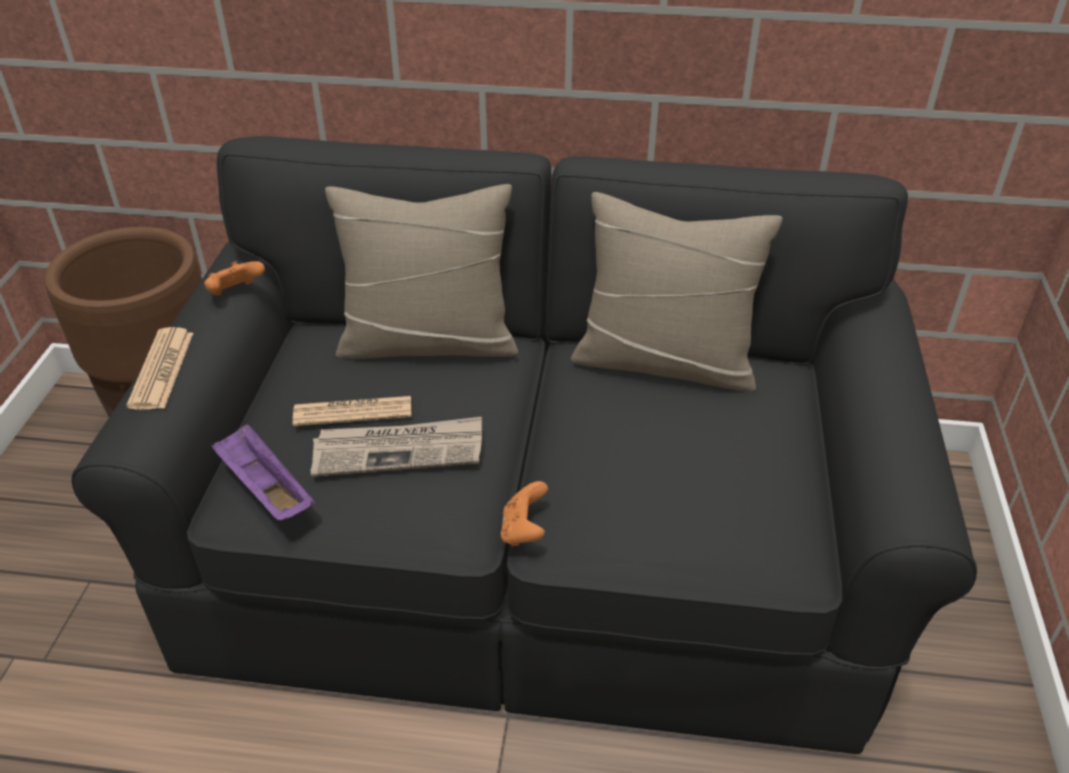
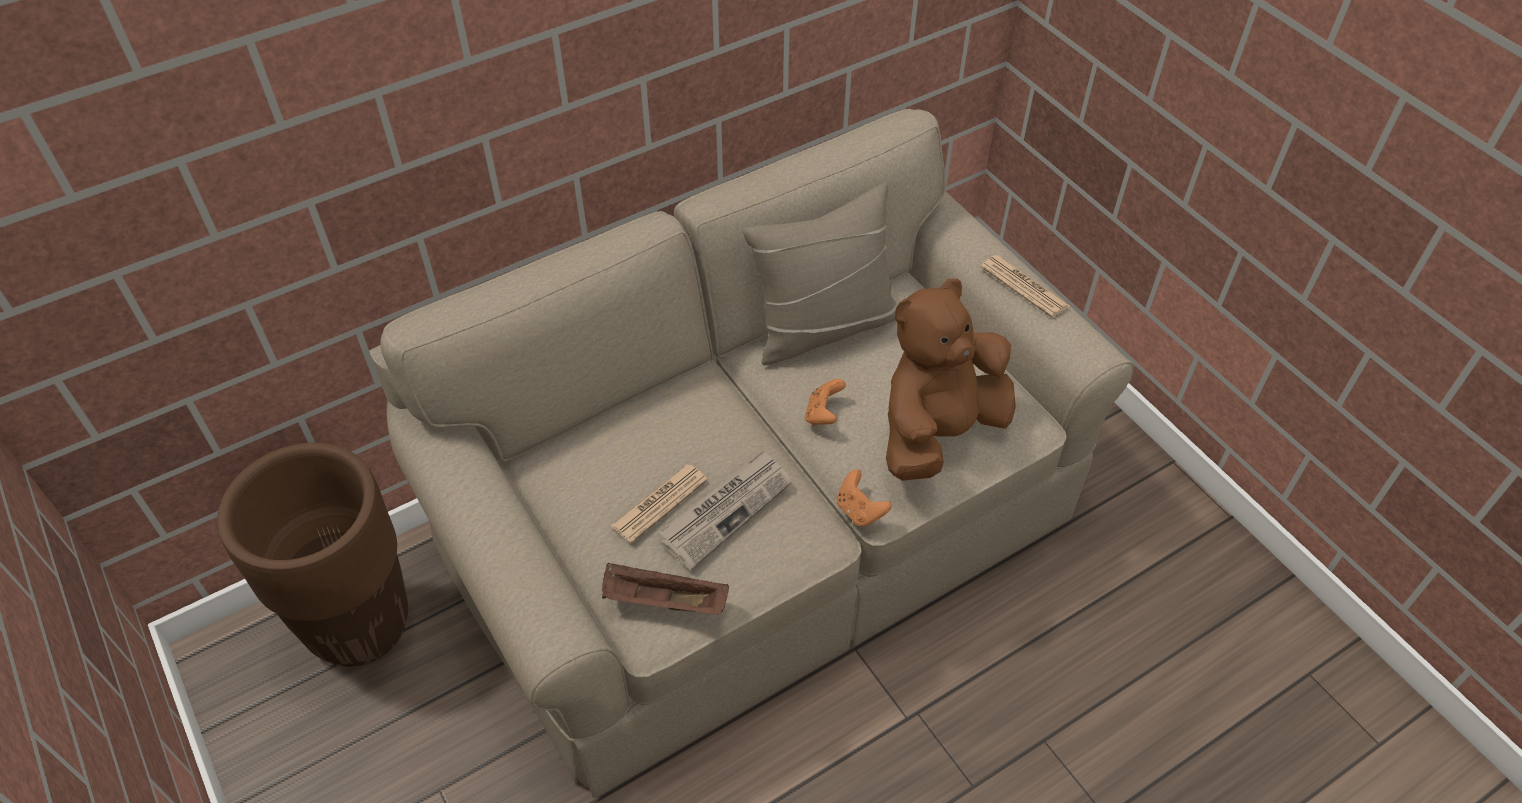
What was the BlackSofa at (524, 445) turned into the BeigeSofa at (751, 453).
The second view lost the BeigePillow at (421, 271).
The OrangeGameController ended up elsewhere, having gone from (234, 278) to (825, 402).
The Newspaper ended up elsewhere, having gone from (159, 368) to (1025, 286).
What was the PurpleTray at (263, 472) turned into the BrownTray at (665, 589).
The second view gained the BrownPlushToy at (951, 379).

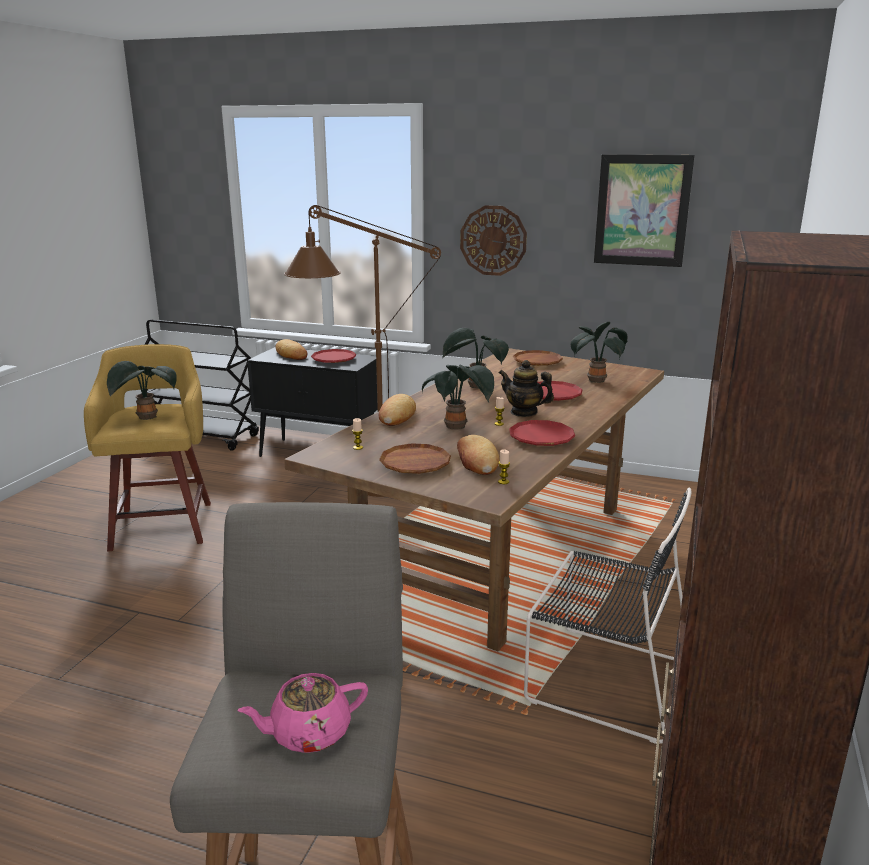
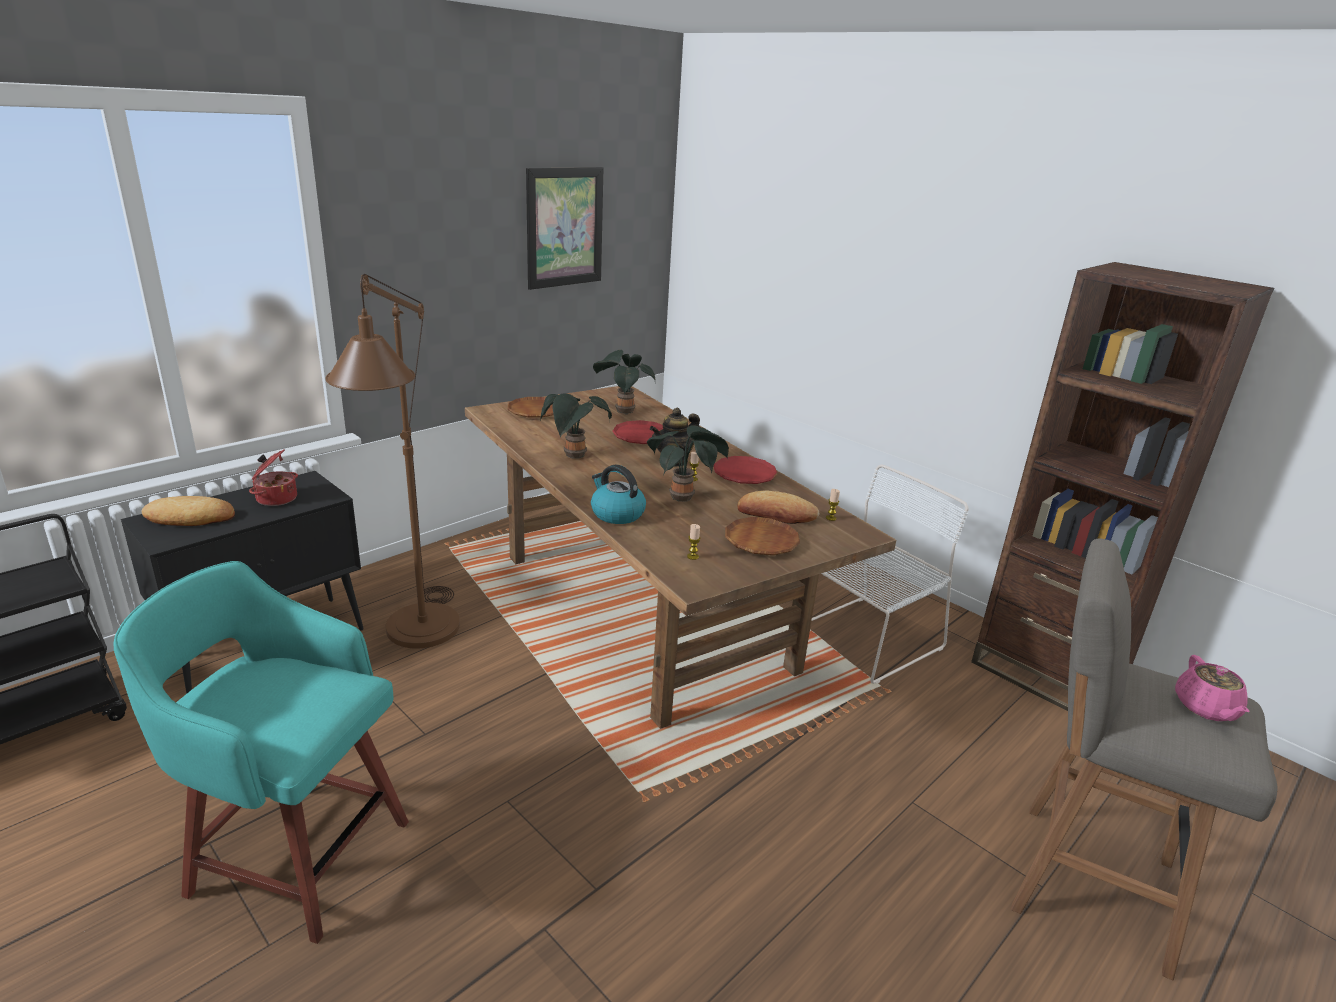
The second view lost the WallClock at (493, 240).
What was the YellowStool at (147, 447) turned into the TurquoiseStool at (261, 752).
Where the RedPlate stood at (333, 356), the CookingPot came to stand at (273, 477).
The second view lost the PottedPlant at (142, 390).
Where the Bread stood at (397, 410), the Kettle came to stand at (618, 494).
What was the BlackChair at (608, 616) turned into the WhiteChair at (890, 574).

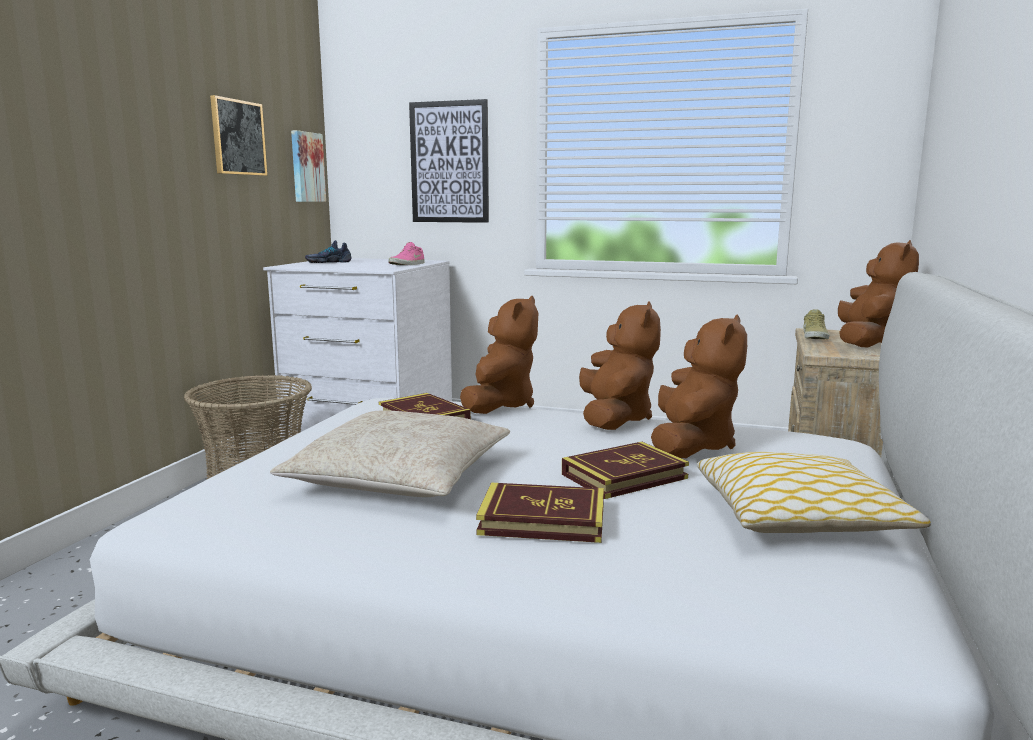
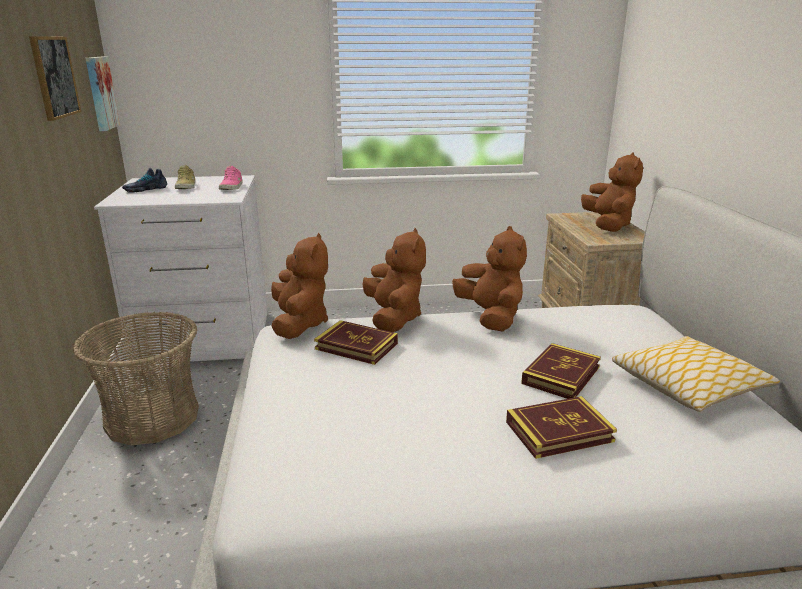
The second view lost the Picture at (449, 161).
The BeigeShoe ended up elsewhere, having gone from (817, 324) to (185, 177).
The BrownPlushToy ended up elsewhere, having gone from (699, 386) to (299, 286).
The second view lost the BeigePillow at (390, 453).

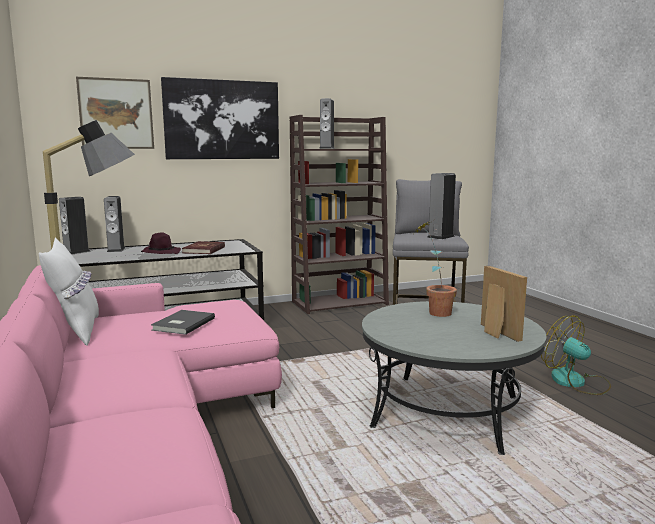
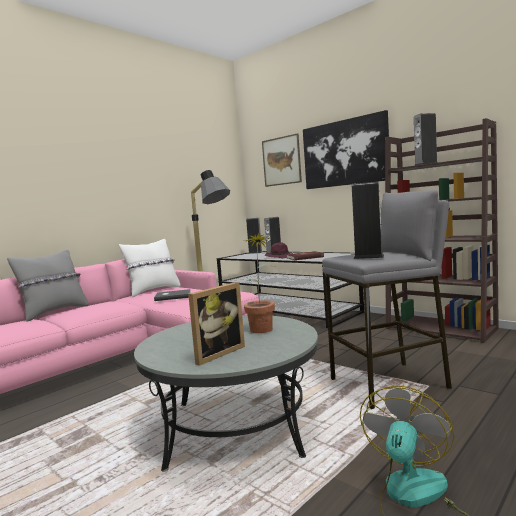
The second view gained the GreyPillow at (47, 286).

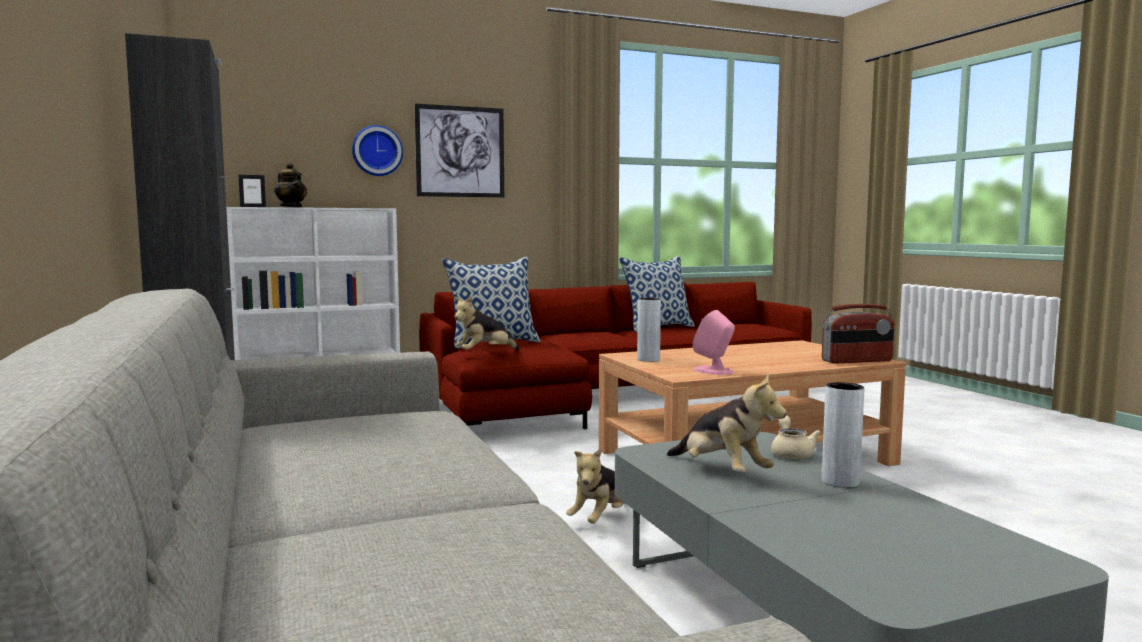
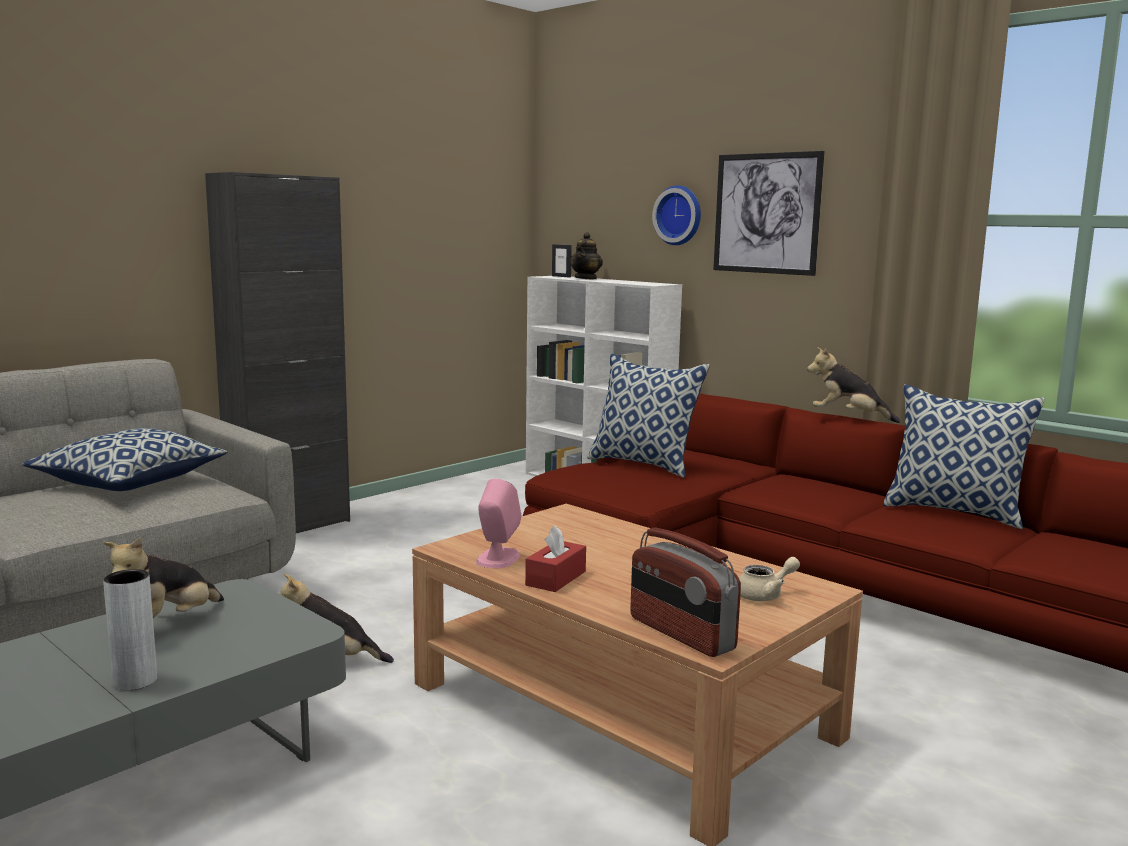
The PlushToy ended up elsewhere, having gone from (487, 323) to (853, 385).
The second view lost the GreyVase at (649, 330).
The BeigeTeapot ended up elsewhere, having gone from (796, 437) to (769, 579).
The second view gained the Pillow at (124, 459).
The second view gained the RedTissueBox at (555, 558).

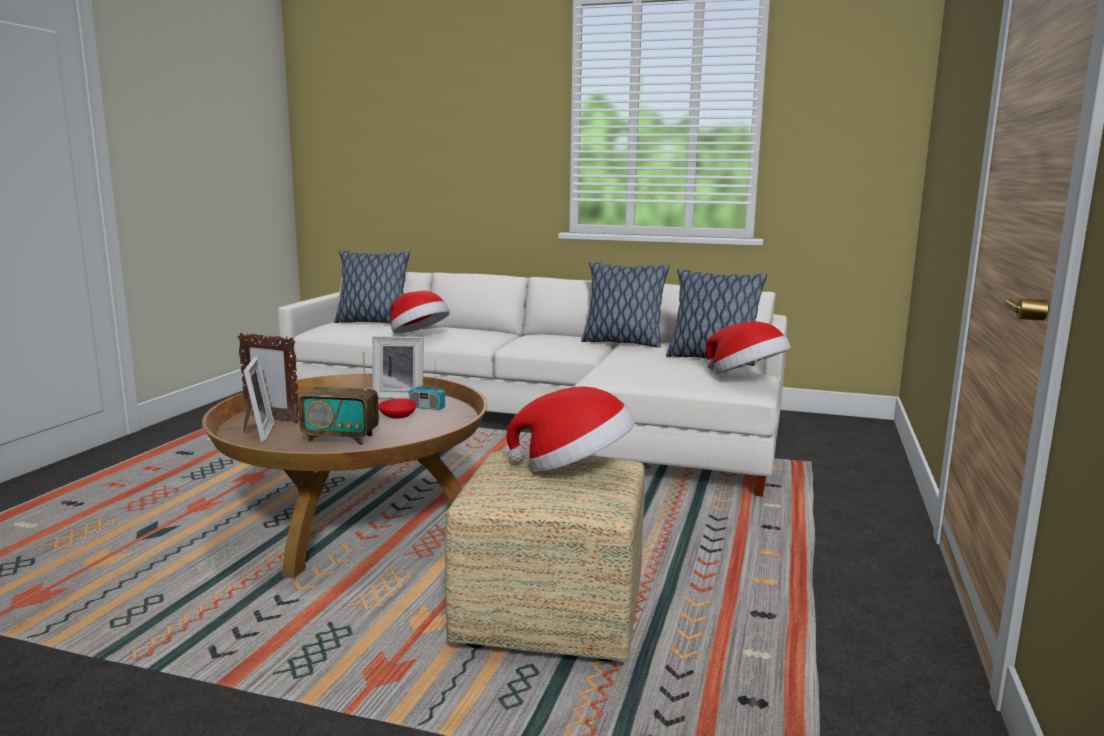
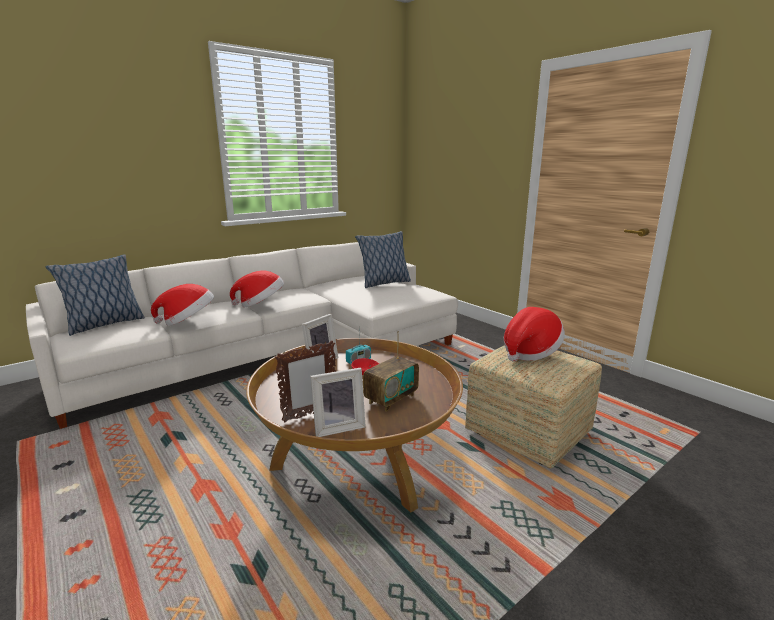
The second view lost the Pillow at (625, 305).
The Hat ended up elsewhere, having gone from (748, 347) to (257, 289).
The PictureFrame at (258, 399) ended up facing another way, 135 degrees clockwise from before.

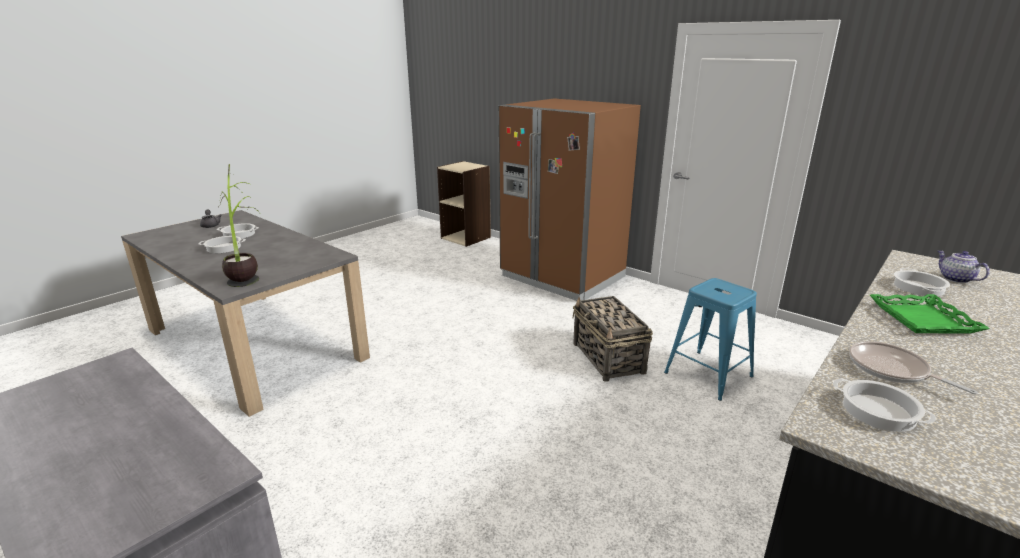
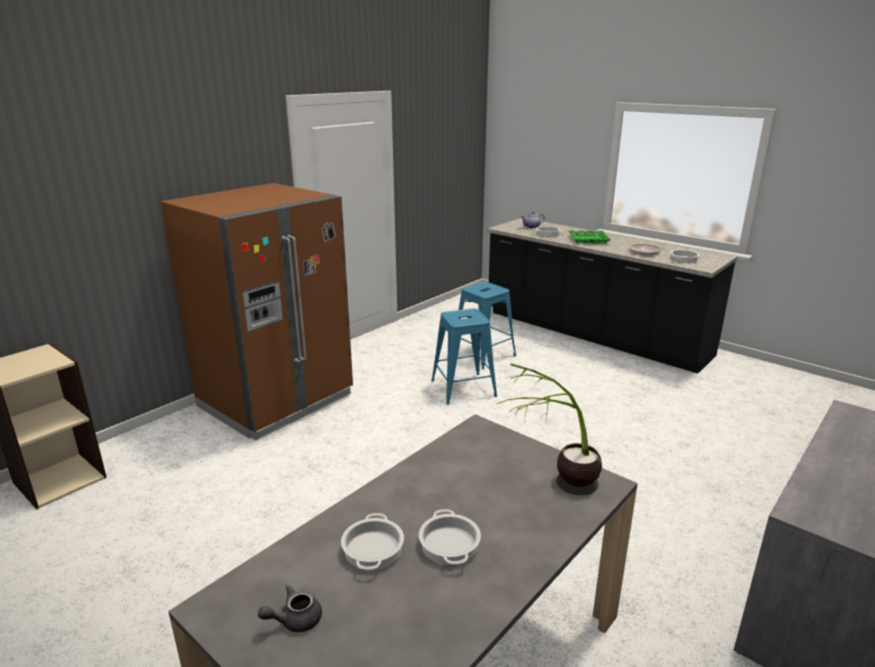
Where the Basket stood at (613, 339), the BlueStool came to stand at (464, 357).

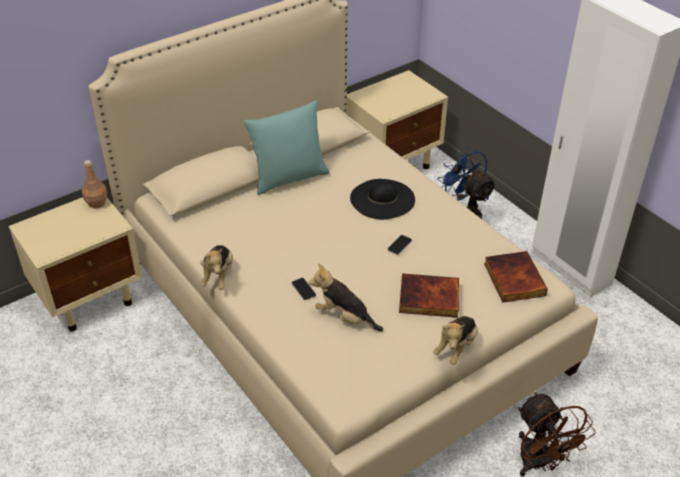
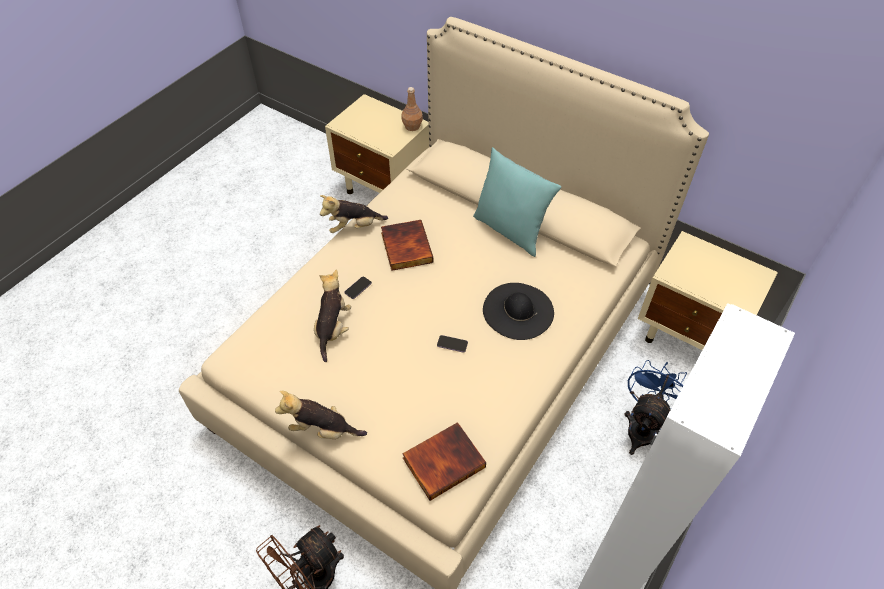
The Book ended up elsewhere, having gone from (429, 295) to (407, 245).

